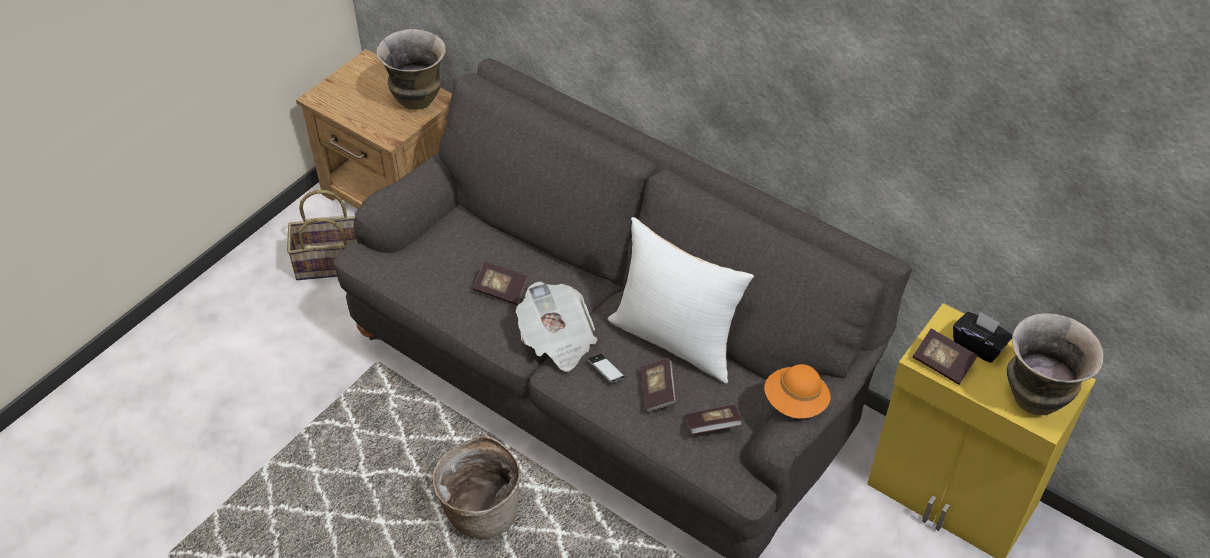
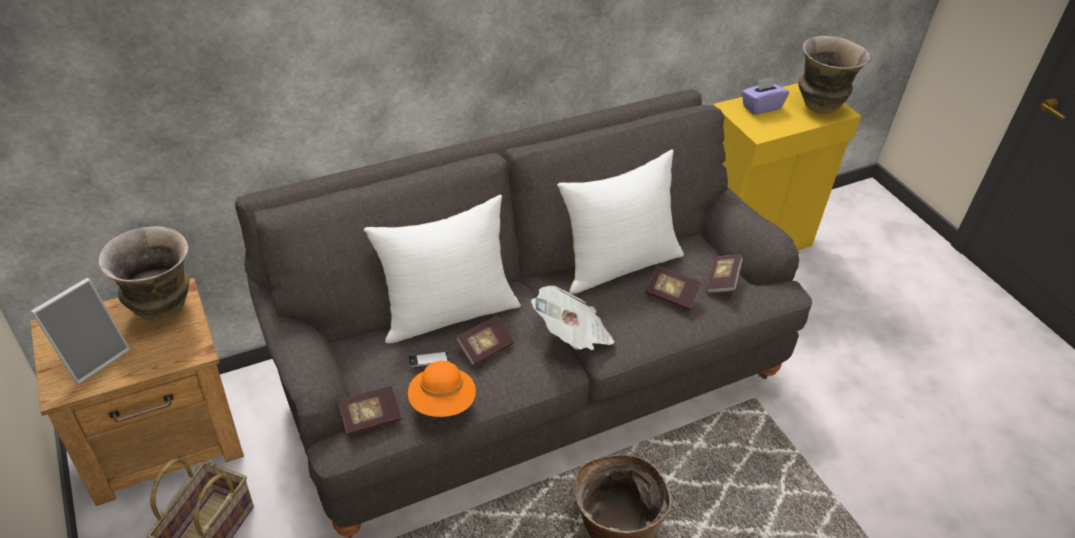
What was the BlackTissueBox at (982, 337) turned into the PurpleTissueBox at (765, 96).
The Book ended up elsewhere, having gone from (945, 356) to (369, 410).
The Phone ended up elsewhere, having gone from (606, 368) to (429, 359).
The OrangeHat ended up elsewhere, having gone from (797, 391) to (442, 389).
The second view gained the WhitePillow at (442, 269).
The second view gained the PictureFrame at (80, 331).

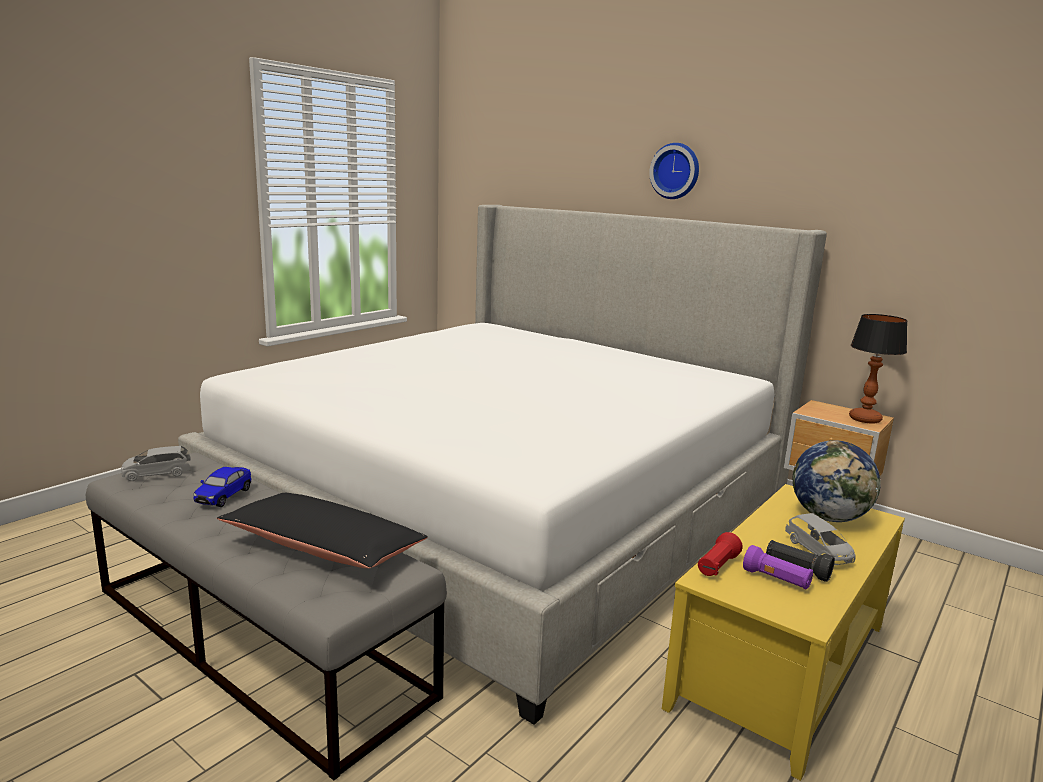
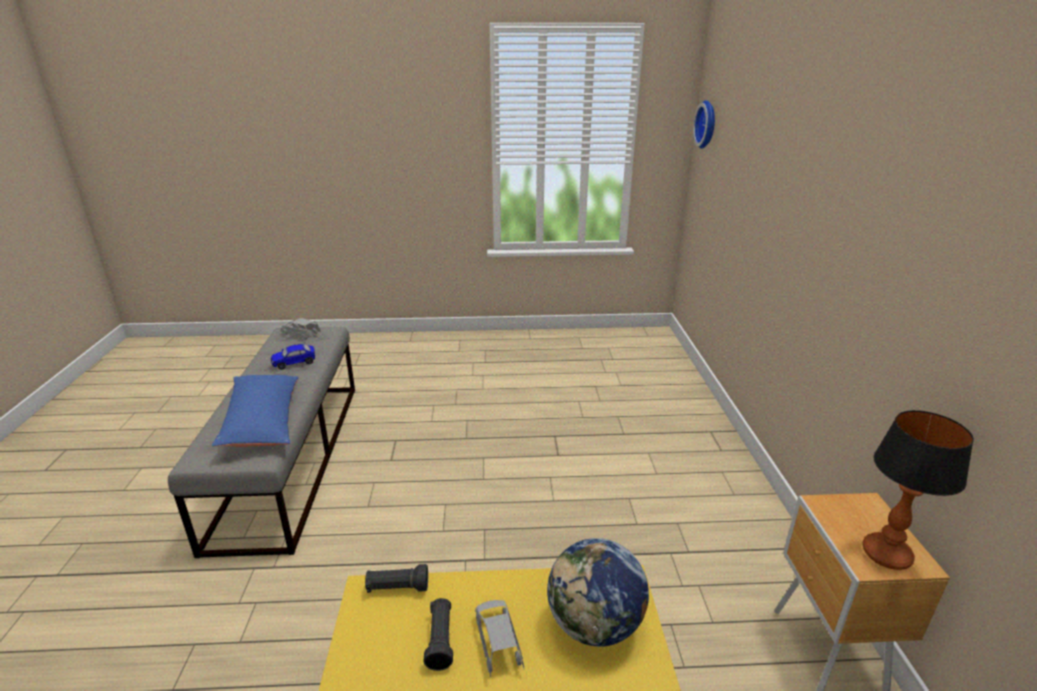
The WallClock ended up elsewhere, having gone from (674, 171) to (704, 124).
The second view lost the Bed at (502, 465).
What was the BlackPillow at (322, 530) turned into the BluePillow at (255, 411).
The GreyToyCar at (820, 539) ended up facing another way, 135 degrees clockwise from before.
What was the RedFlashlight at (720, 554) turned into the BlackFlashlight at (396, 578).
The second view lost the PurpleFlashlight at (778, 567).

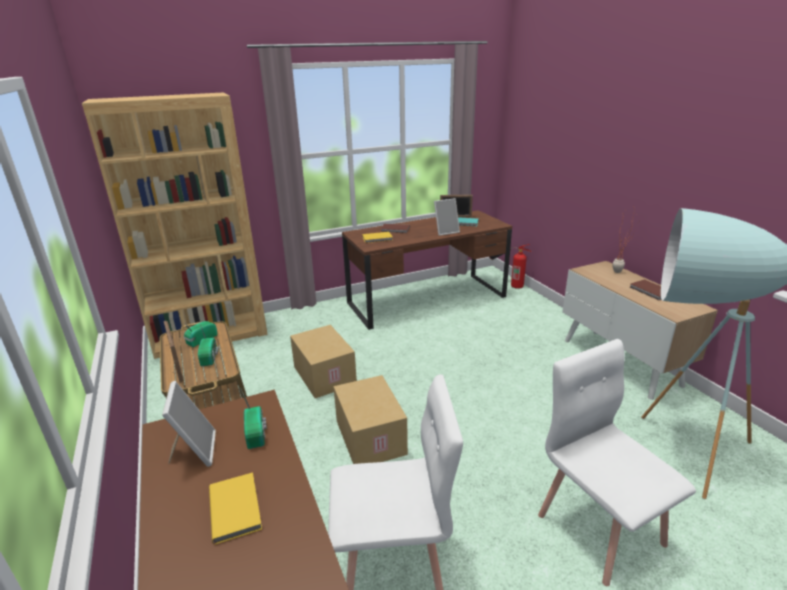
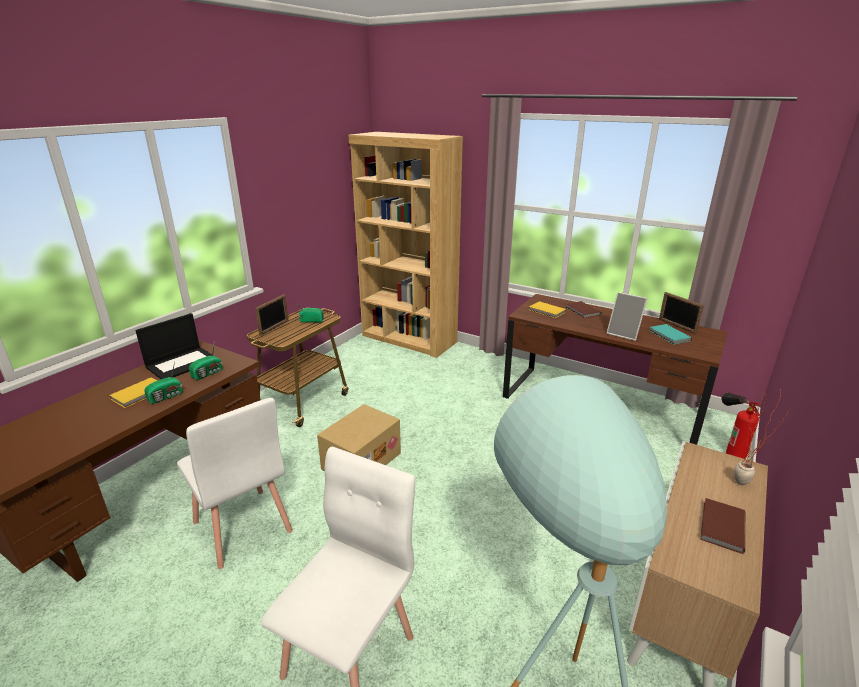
The Radio ended up elsewhere, having gone from (208, 344) to (163, 382).
The second view lost the CardboardBox at (323, 361).
Where the PictureFrame stood at (189, 424), the Laptop came to stand at (174, 346).

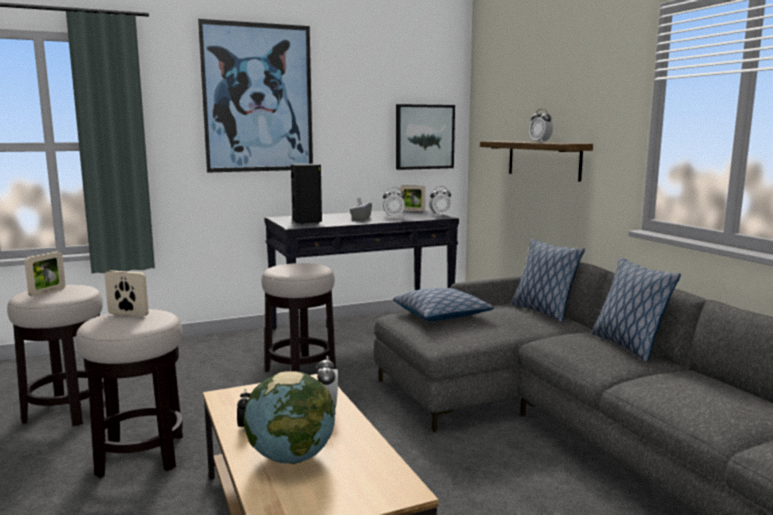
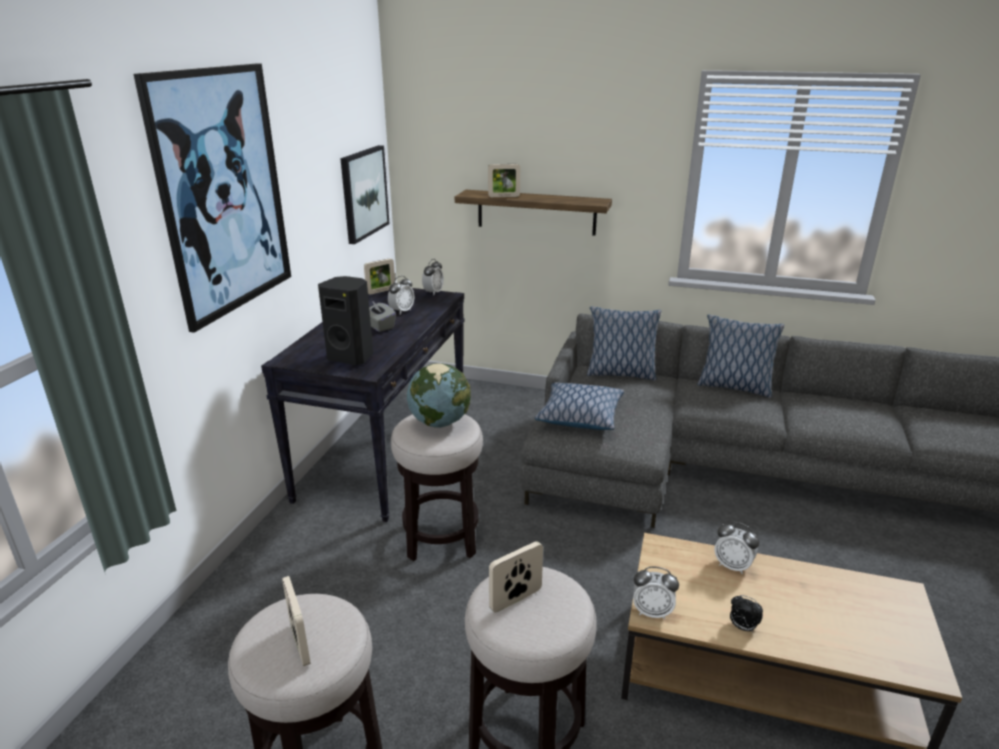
The AlarmClock ended up elsewhere, having gone from (541, 125) to (656, 593).
The Globe ended up elsewhere, having gone from (289, 417) to (439, 395).
The second view gained the PictureFrame at (504, 180).

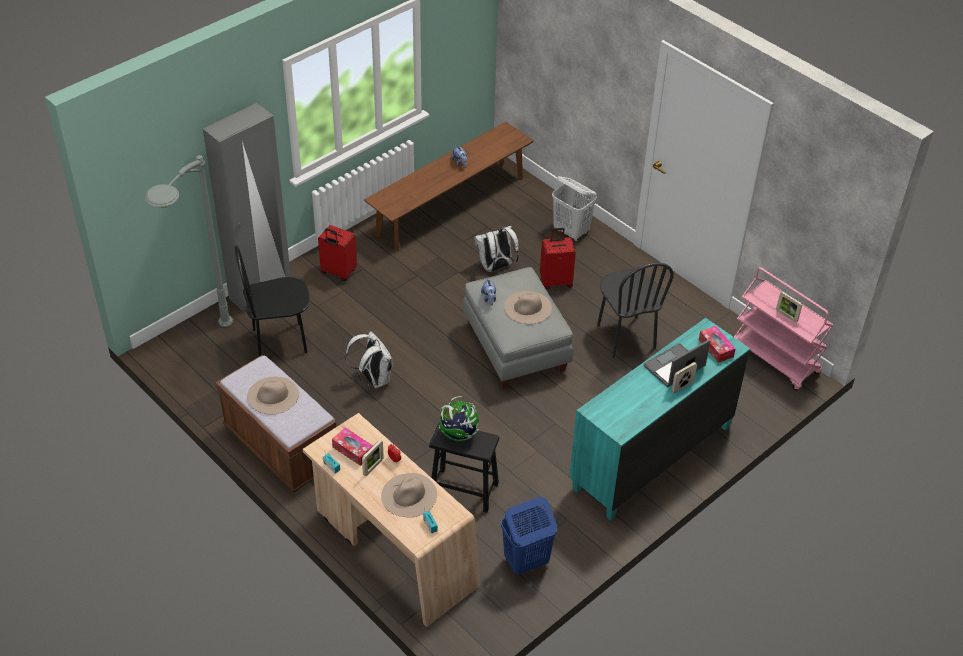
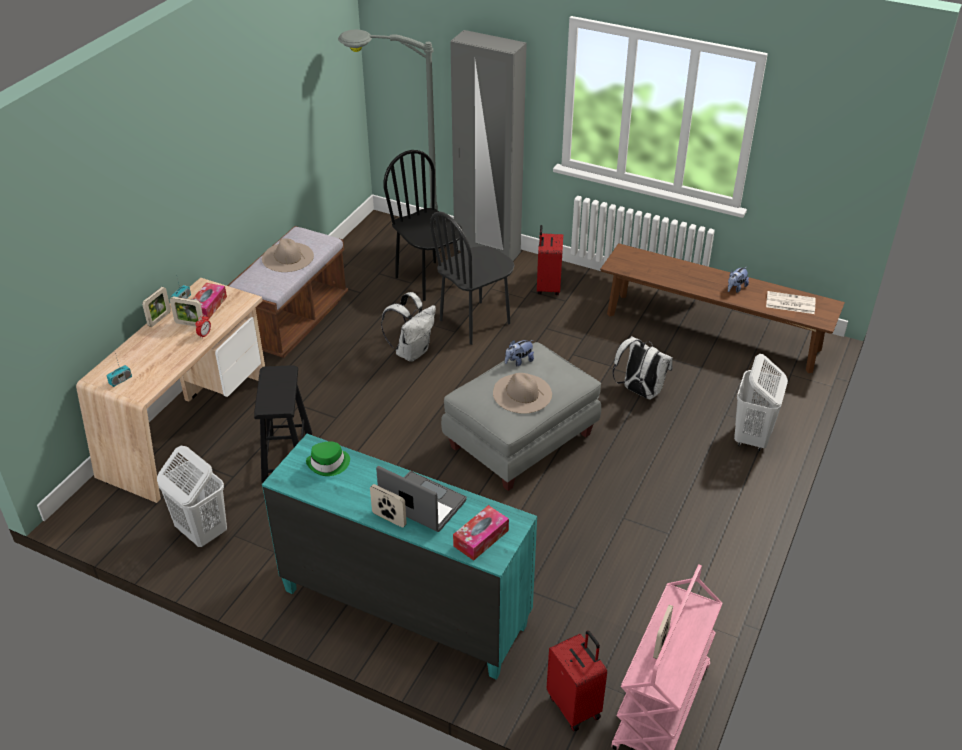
The RedSuitcase ended up elsewhere, having gone from (558, 258) to (577, 680).
The BlackChair ended up elsewhere, having gone from (635, 310) to (472, 278).
The second view lost the Globe at (459, 418).
The second view lost the BeigeHat at (409, 495).
What was the BlueLaundryBasket at (529, 536) turned into the WhiteLaundryBasket at (192, 496).
The second view gained the PictureFrame at (156, 307).
The second view gained the Newspaper at (790, 302).
The second view gained the GreenHat at (328, 459).

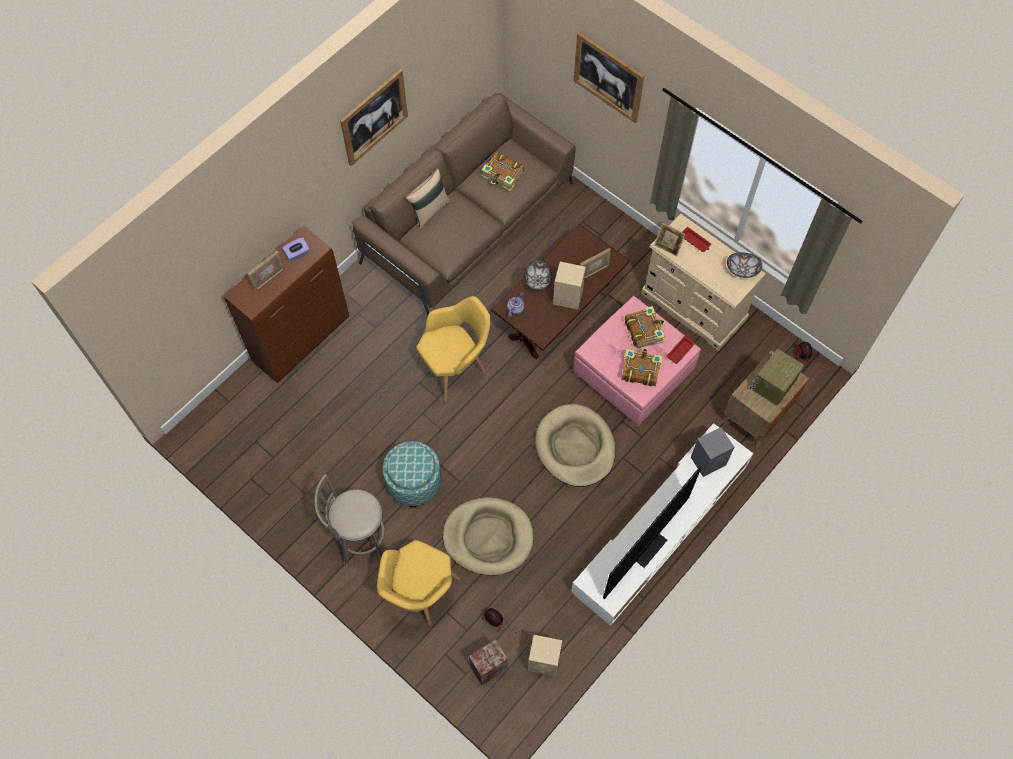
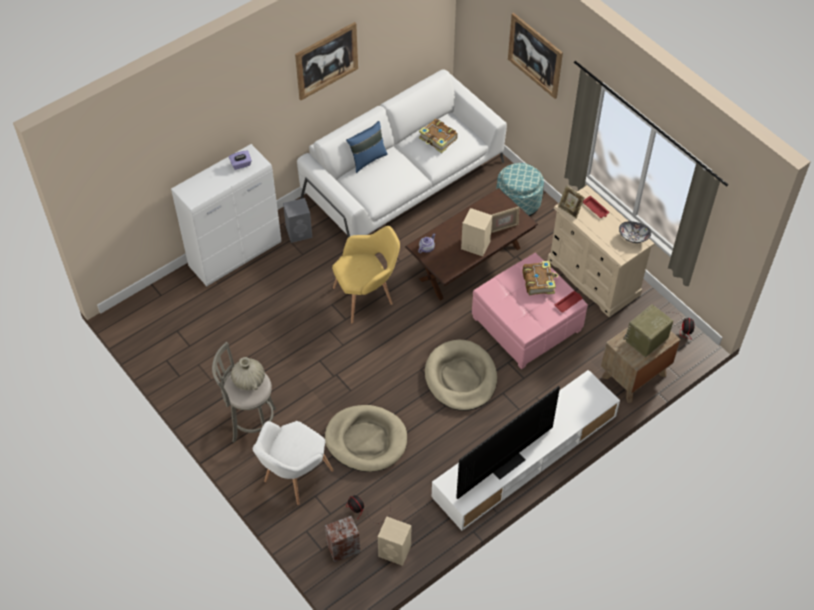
What was the BrownSofa at (464, 204) turned into the WhiteSofa at (402, 153).
What was the BeigePillow at (428, 199) turned into the BluePillow at (367, 147).
What was the BrownCabinet at (286, 304) turned into the WhiteCabinet at (226, 215).
The second view lost the PictureFrame at (266, 271).
The second view lost the Bowl at (538, 275).
The second view lost the Book at (641, 367).
The GreySpeaker ended up elsewhere, having gone from (712, 452) to (297, 220).
The Ottoman ended up elsewhere, having gone from (412, 474) to (520, 189).
What was the YellowArmchair at (418, 583) turned into the WhiteArmchair at (293, 463).
The second view gained the BeigeVase at (248, 373).

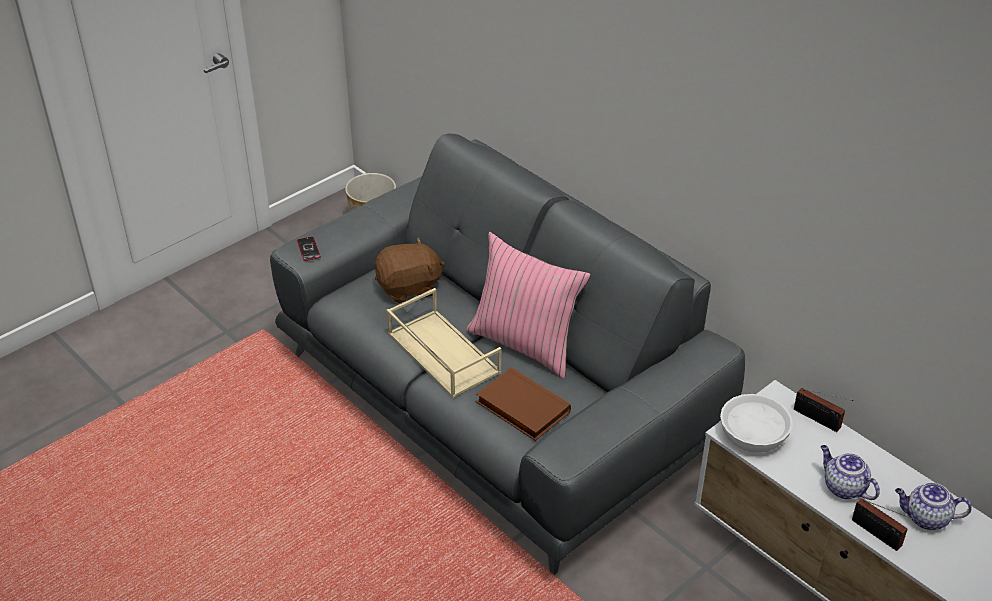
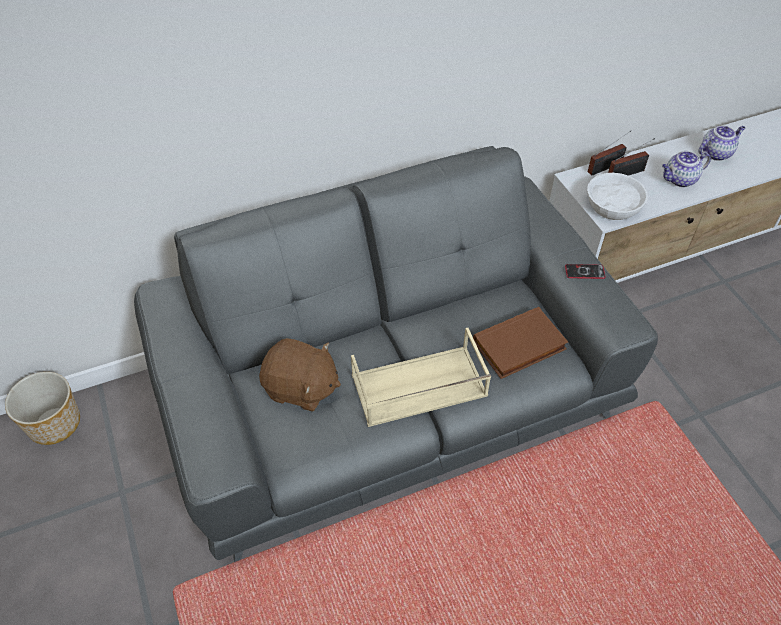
The second view lost the PinkPillow at (529, 305).
The Phone ended up elsewhere, having gone from (309, 248) to (585, 271).
The BrownPlushToy at (410, 270) ended up facing another way, 105 degrees clockwise from before.
The Teapot at (933, 506) ended up facing another way, 150 degrees counterclockwise from before.
The Radio ended up elsewhere, having gone from (884, 524) to (631, 157).

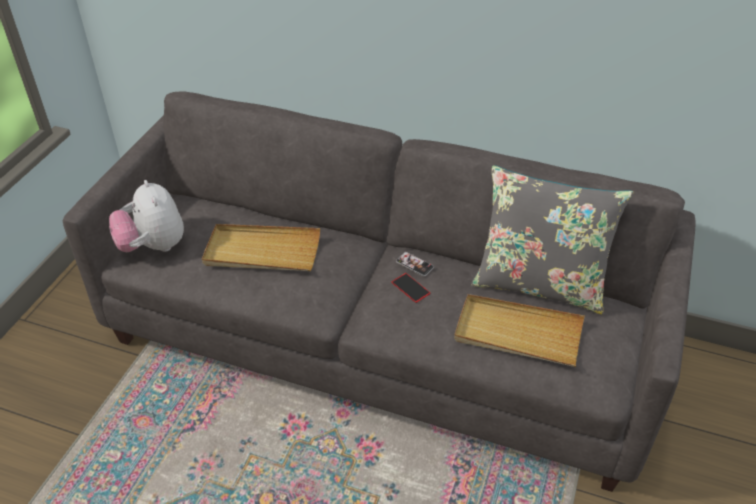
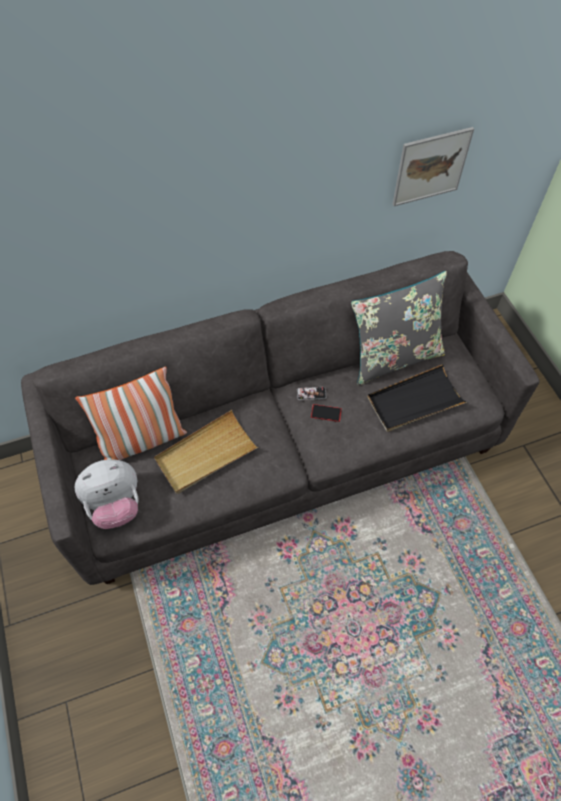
The PlushToy at (146, 216) ended up facing another way, 45 degrees counterclockwise from before.
What was the BeigeTray at (519, 330) turned into the BlackTray at (417, 398).
The second view gained the Picture at (433, 166).
The second view gained the Pillow at (131, 413).

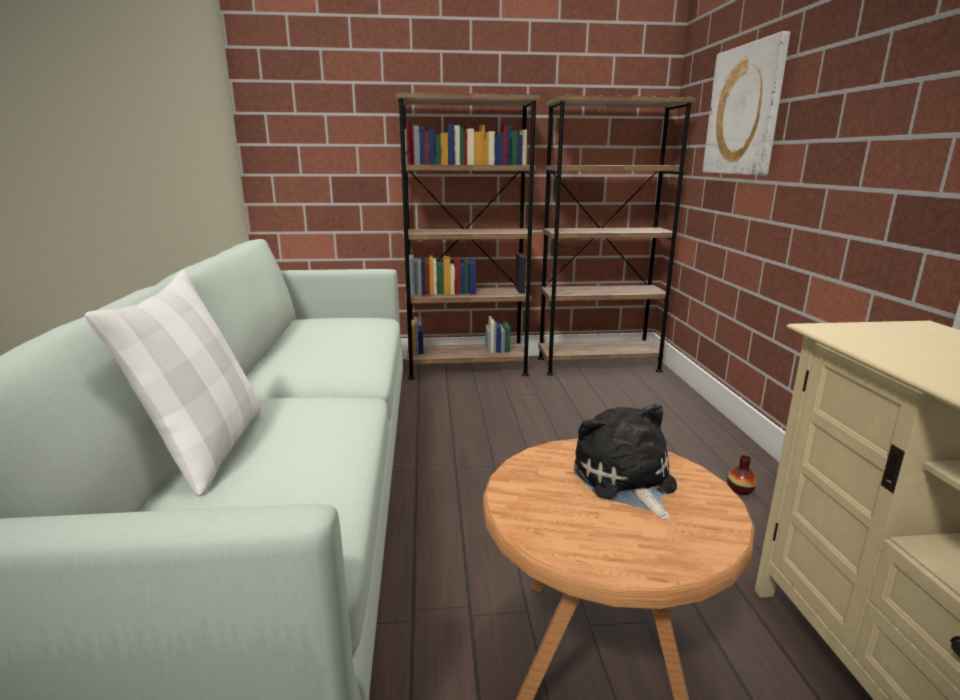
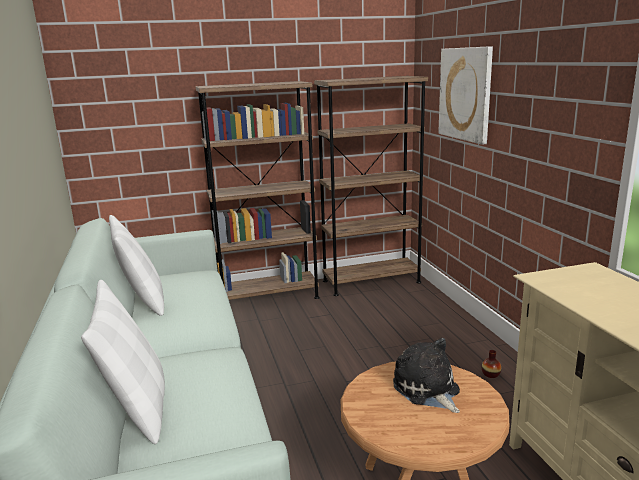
The second view gained the WhitePillow at (136, 265).

